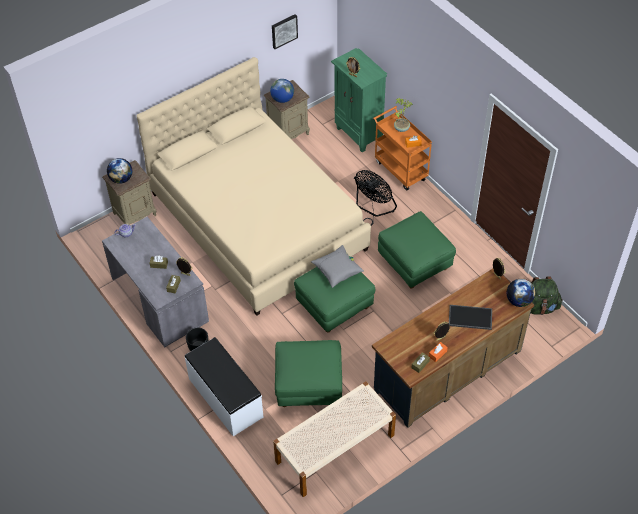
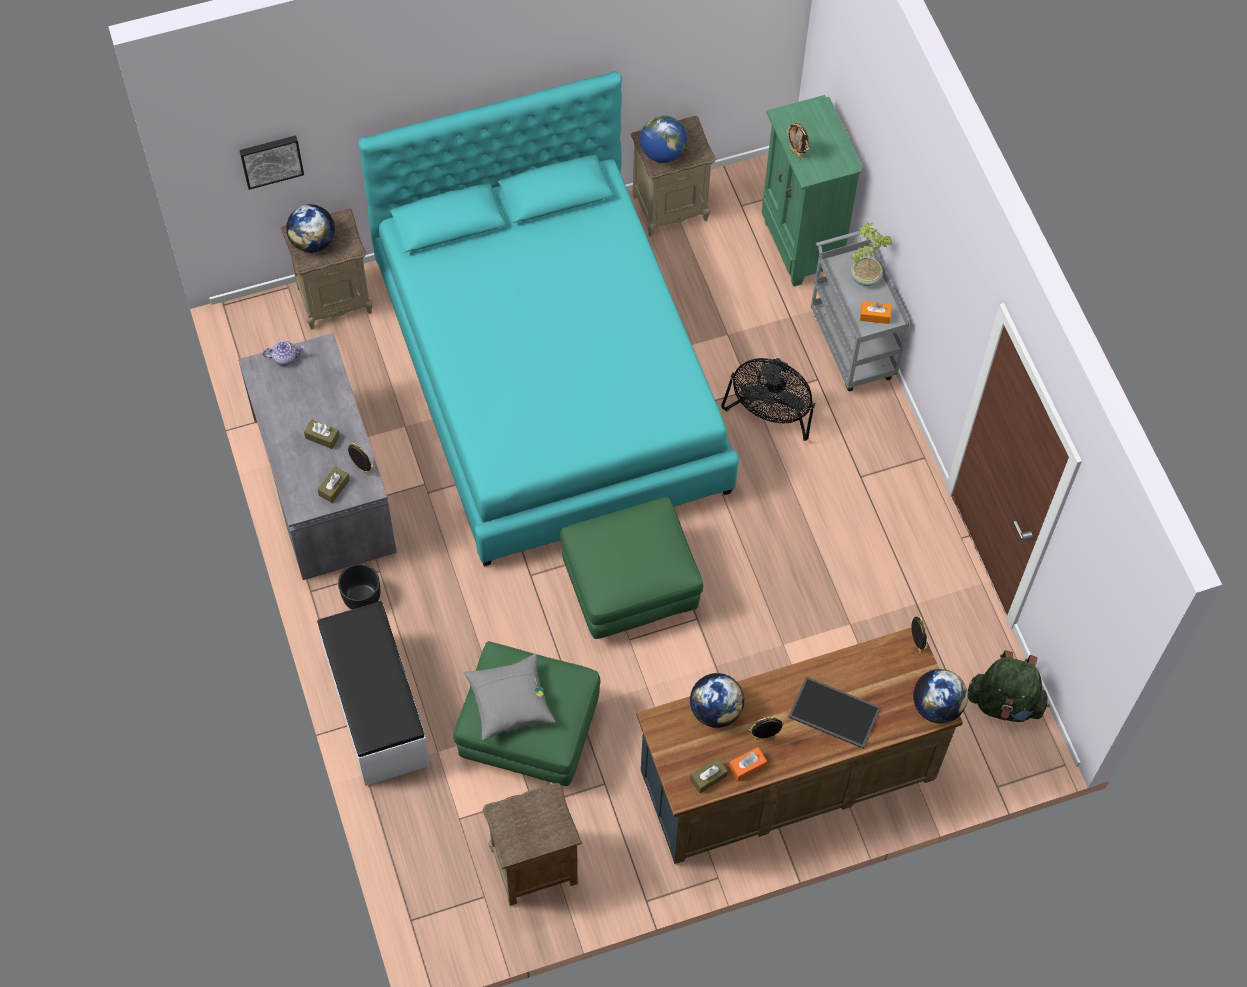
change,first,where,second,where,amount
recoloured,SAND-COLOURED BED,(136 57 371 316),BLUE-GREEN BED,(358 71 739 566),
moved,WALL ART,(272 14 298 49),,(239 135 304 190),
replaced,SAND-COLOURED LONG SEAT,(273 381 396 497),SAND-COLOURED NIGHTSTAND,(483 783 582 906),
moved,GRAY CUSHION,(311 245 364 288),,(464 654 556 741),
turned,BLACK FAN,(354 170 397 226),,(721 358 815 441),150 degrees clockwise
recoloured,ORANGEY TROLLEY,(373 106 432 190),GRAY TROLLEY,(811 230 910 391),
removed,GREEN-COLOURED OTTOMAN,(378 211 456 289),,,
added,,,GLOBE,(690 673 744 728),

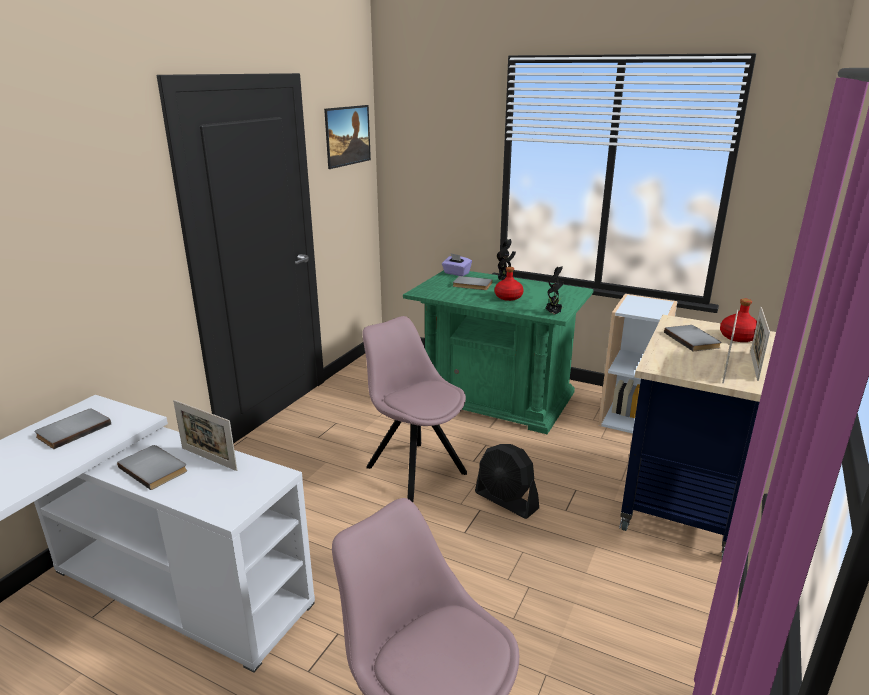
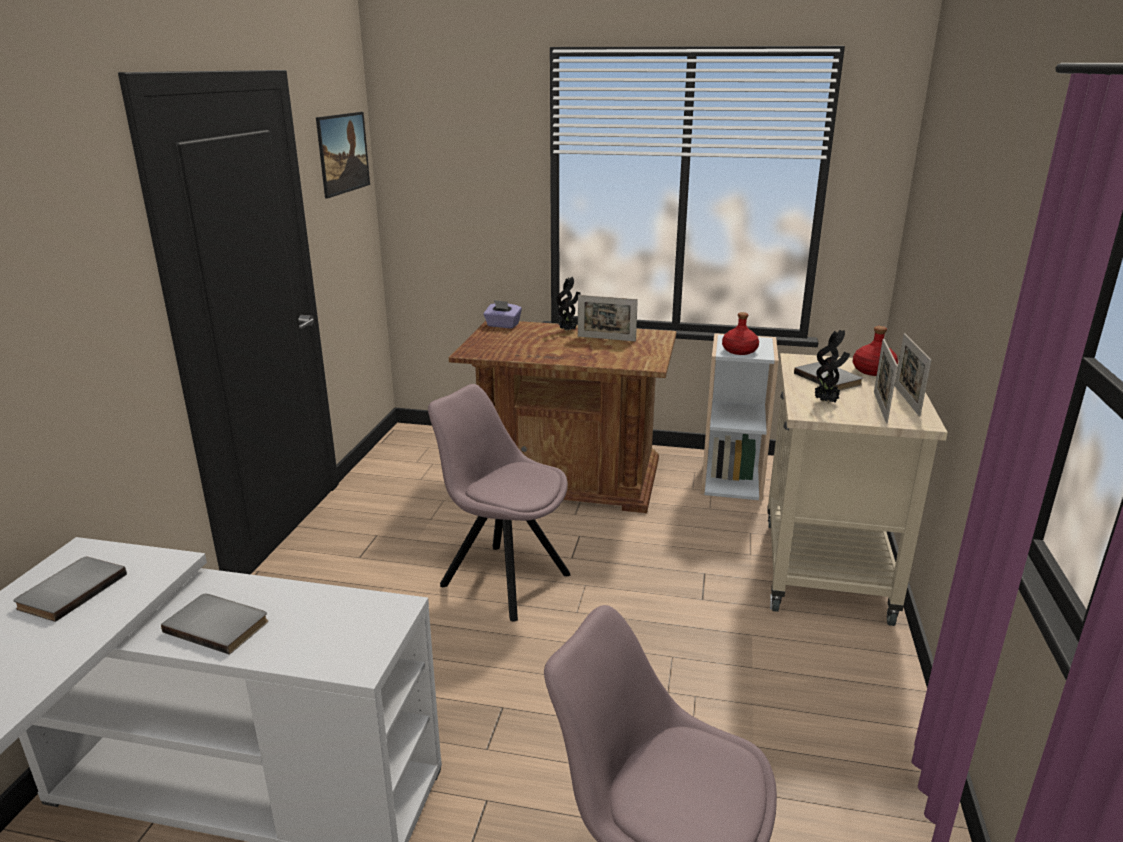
change,first,where,second,where,amount
moved,STANDING FRAME,(173 400 237 471),,(578 295 638 341),
recoloured,GREEN-COLOURED CABINET,(403 270 594 434),BROWNISH CABINET,(449 321 676 513),
removed,GRAY VOLUME,(453 276 493 290),,,
removed,BLACK FAN,(475 444 539 519),,,
moved,REDDISH BOTTLE,(495 267 524 301),,(722 312 759 355),
moved,POTTED PLANT,(545 266 564 315),,(814 330 850 403),
recoloured,BLUE TROLLEY,(619 315 776 558),SAND-COLOURED TROLLEY,(767 353 948 626),

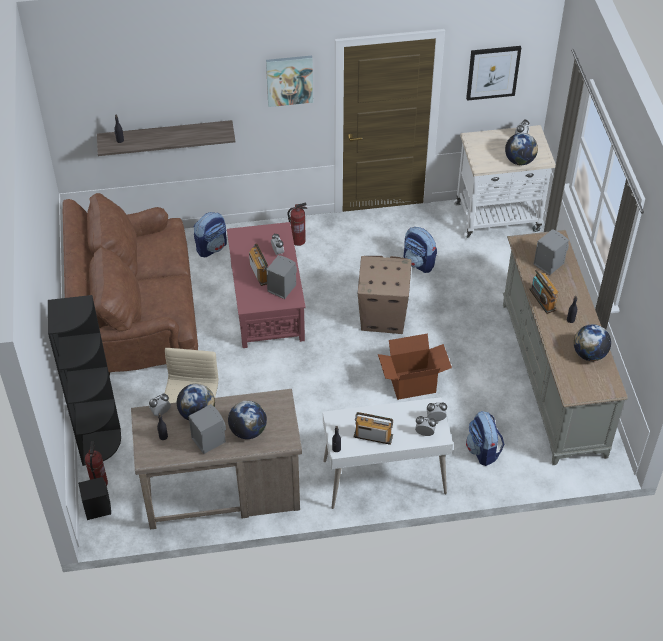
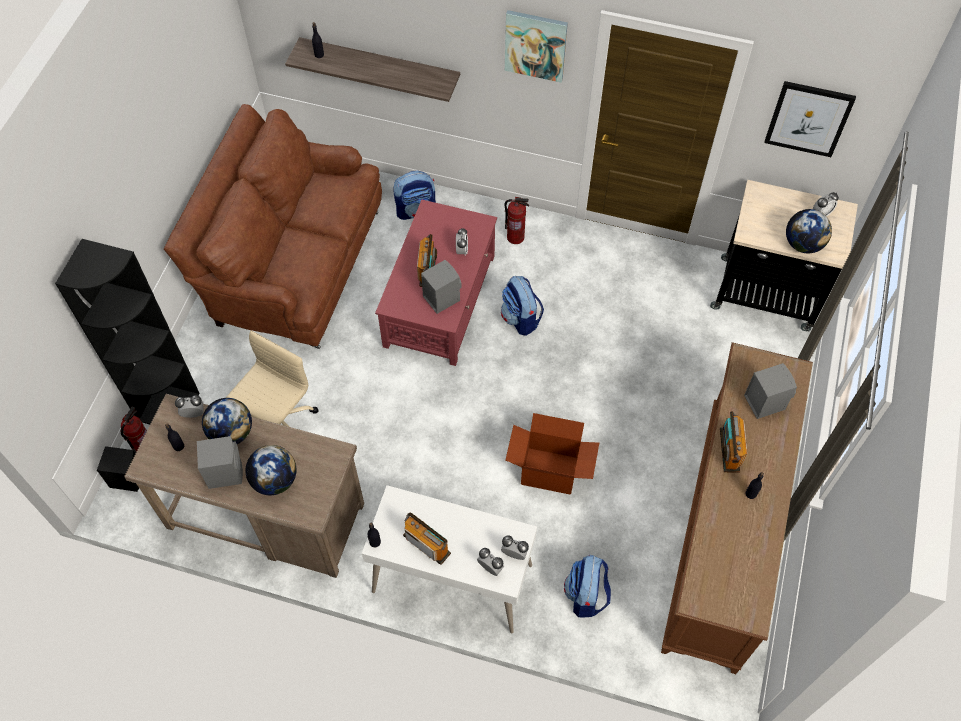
change,first,where,second,where,amount
removed,PACKING BOX,(358 256 411 334),,,
moved,KNAPSACK,(403 227 437 273),,(501 276 544 336),
recoloured,WHITISH TROLLEY,(454 125 556 239),BLACK TROLLEY,(710 180 858 331),
recoloured,GRAY CABINET,(503 230 628 465),BROWNISH CABINET,(661 342 813 674),
removed,GLOBE,(574 324 611 361),,,

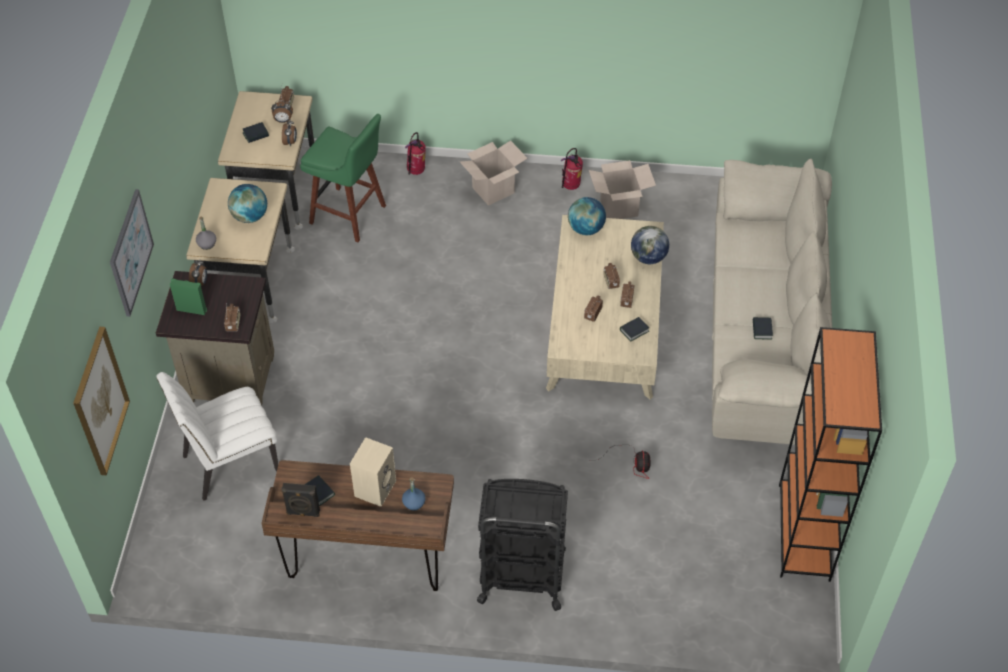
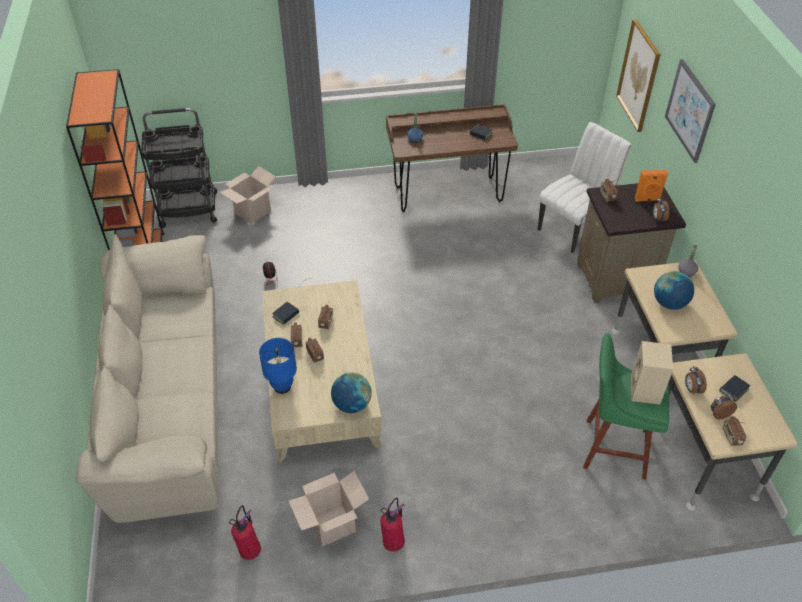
change,first,where,second,where,amount
recoloured,GREEN-COLOURED SPEAKER,(170 279 207 315),ORANGEY SPEAKER,(635 170 668 202),
removed,BLACK SPEAKER,(281 483 320 517),,,
moved,SAND-COLOURED SPEAKER,(350 437 396 507),,(631 341 673 405),
moved,EXTINGUISHER,(405 132 426 175),,(229 505 261 560),
moved,PACKING BOX,(460 140 527 206),,(220 166 276 224),
moved,BLACK TROLLEY,(477 479 568 611),,(141 108 217 228),
replaced,GLOBE,(631 226 669 264),BLUE TABLE LAMP,(259 338 297 394),
removed,VOLUME,(753 317 773 340),,,

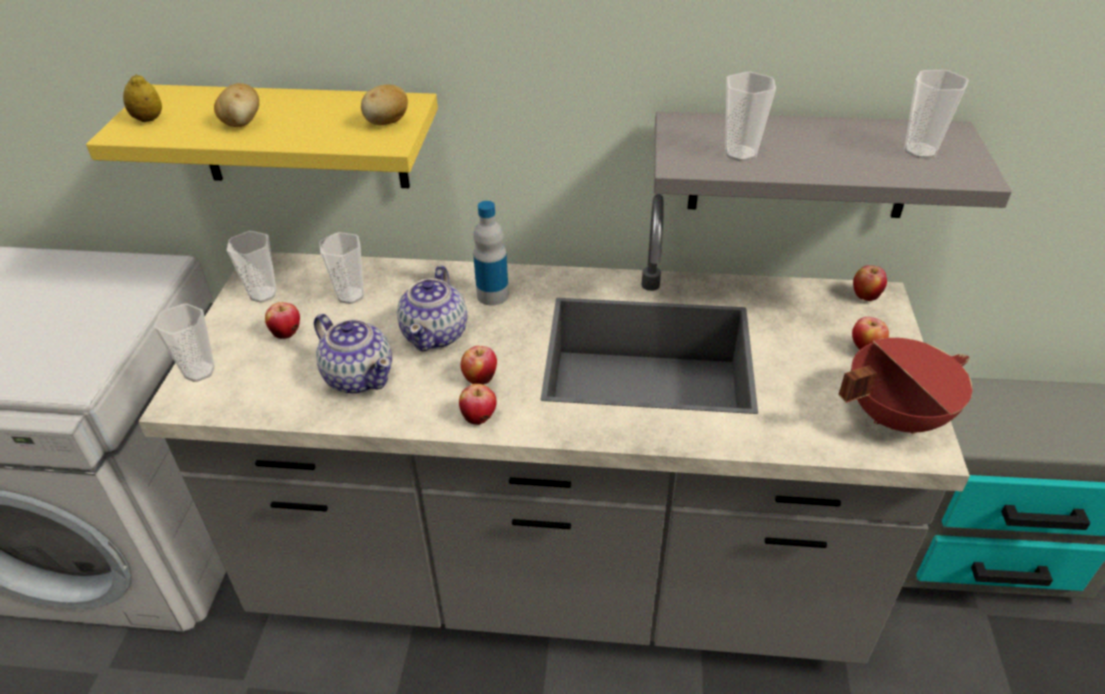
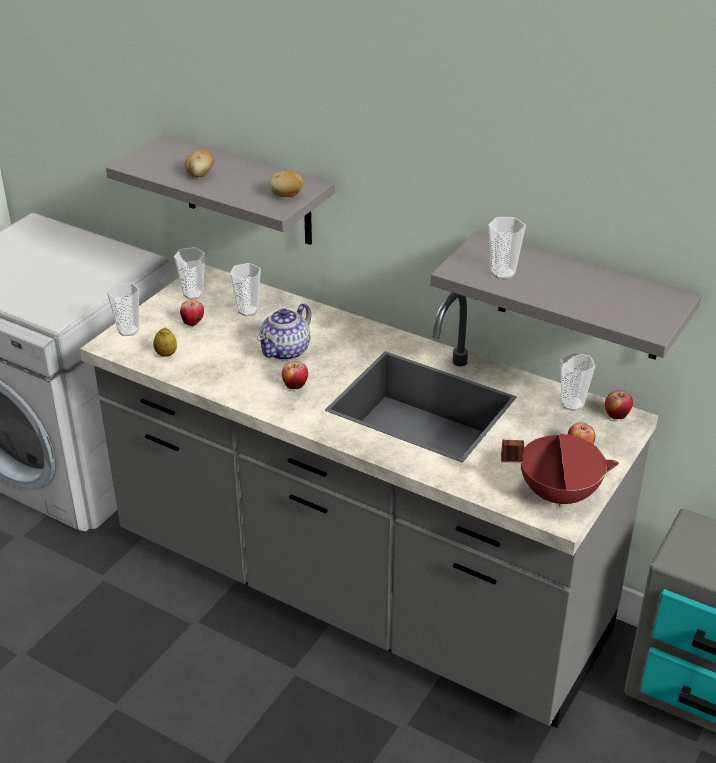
change,first,where,second,where,amount
recoloured,YELLOW-COLOURED BRACKET SHELF,(86 85 438 188),GRAY BRACKET SHELF,(106 135 335 245),
moved,LEMON,(123 74 162 122),,(153 328 177 357),
removed,TEA POT,(314 314 392 393),,,
removed,WHOLE APPLE,(459 384 497 425),,,
removed,BOTTLE,(473 201 509 305),,,
moved,CUP,(904 70 969 159),,(561 352 595 411),

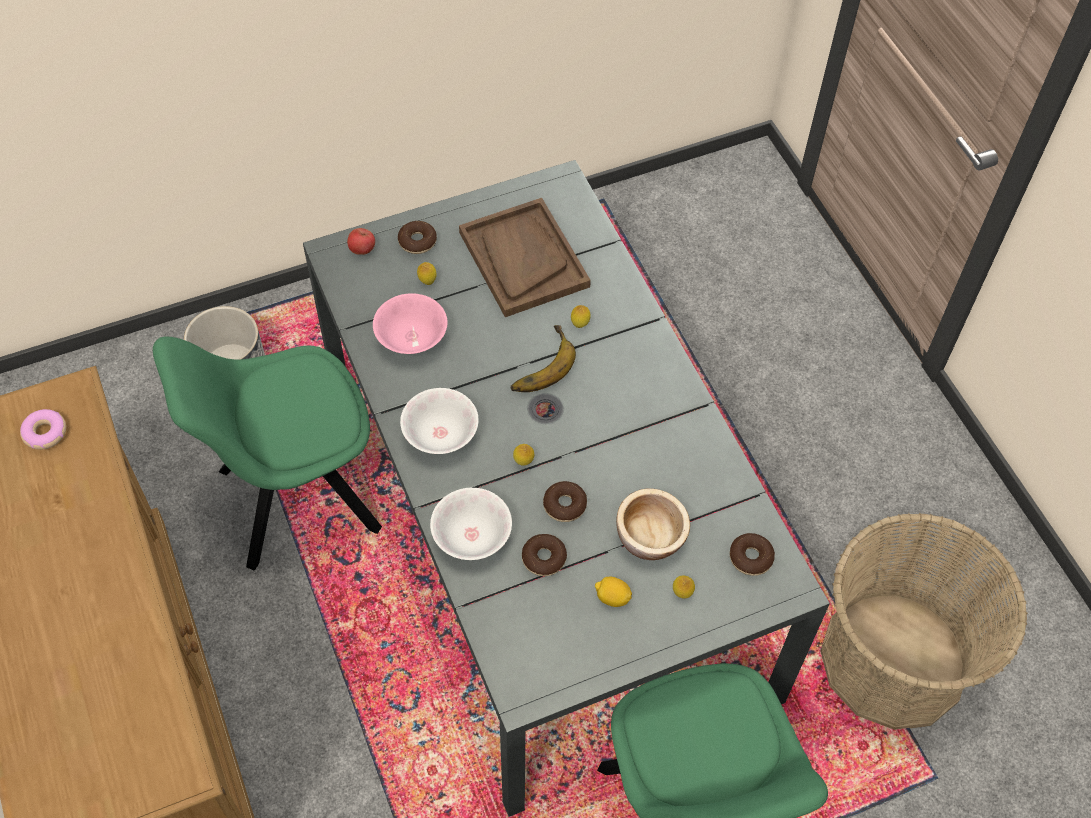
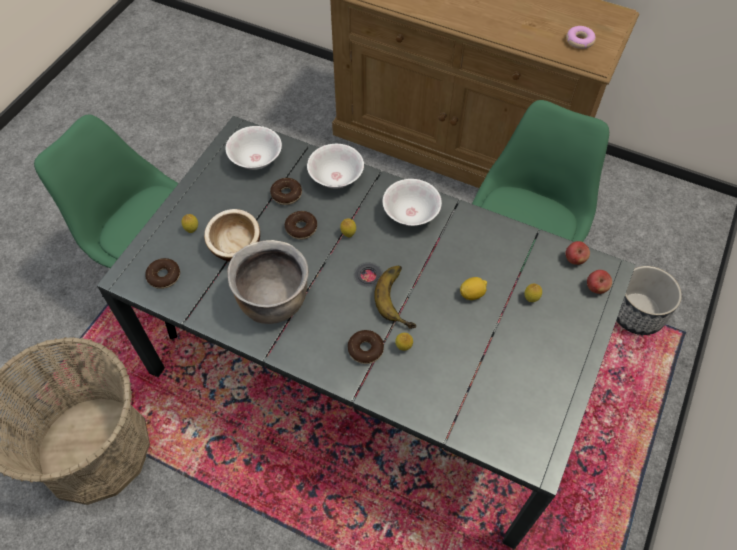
change,first,where,second,where,amount
removed,PINK SERVING BOWL,(373 293 447 354),,,
moved,DONUT,(398 221 437 254),,(348 330 384 364),
removed,BROWNISH SERVING TRAY,(459 198 591 317),,,
moved,LEMON,(595 577 632 607),,(460 277 487 300),
added,,,WHITISH SERVING BOWL,(226 126 282 170),
added,,,BROWNISH STOCKPOT,(227 240 309 324),
added,,,WHOLE APPLE,(566 241 590 265),

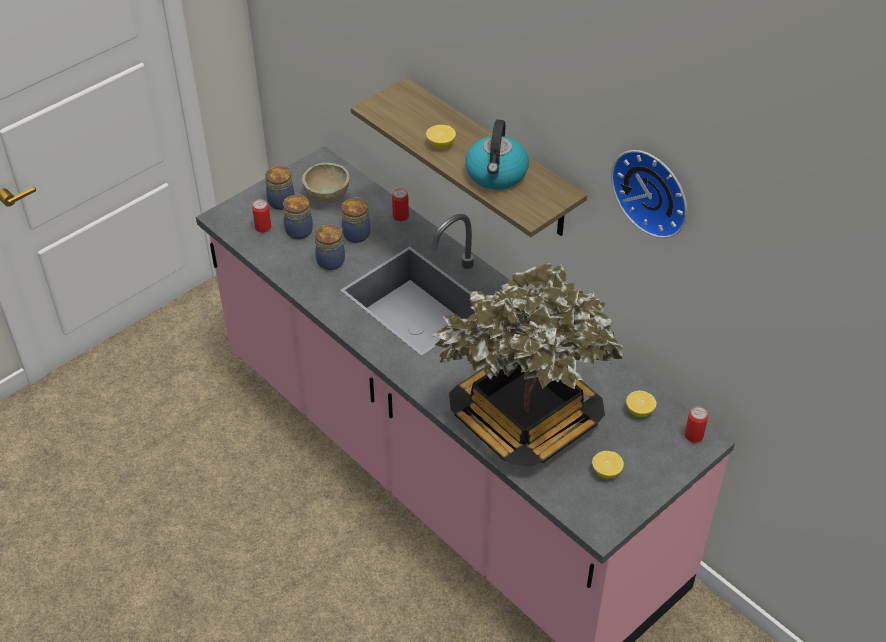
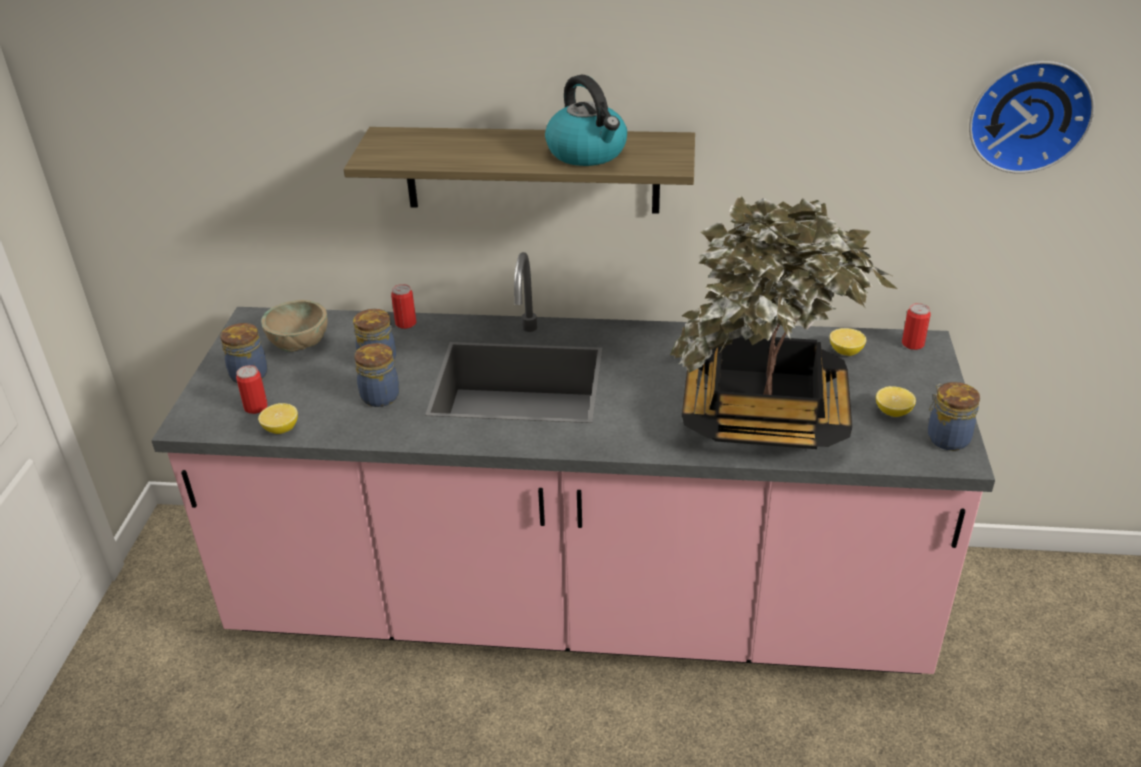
change,first,where,second,where,amount
moved,STORAGE JAR,(283 194 313 239),,(928 382 980 451),
moved,LEMON,(426 125 456 148),,(258 403 298 434),
moved,HANGING CLOCK,(611 150 687 238),,(969 61 1095 174),

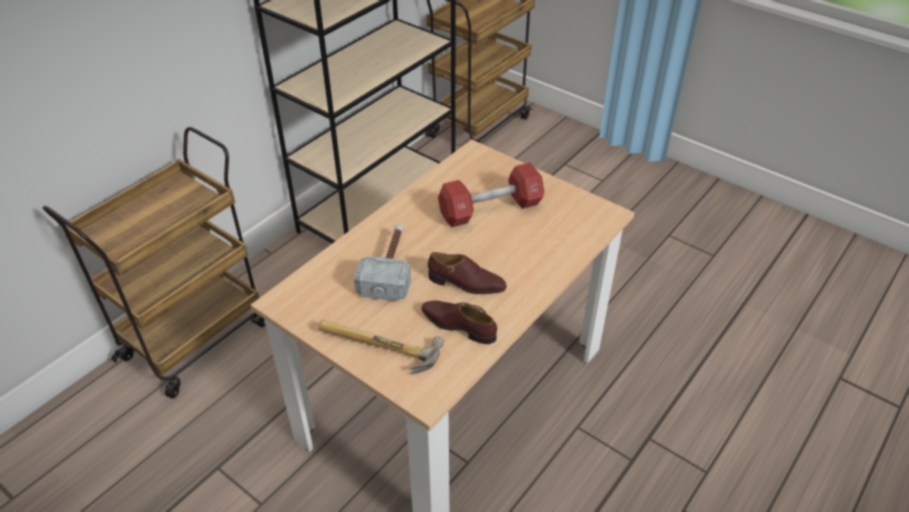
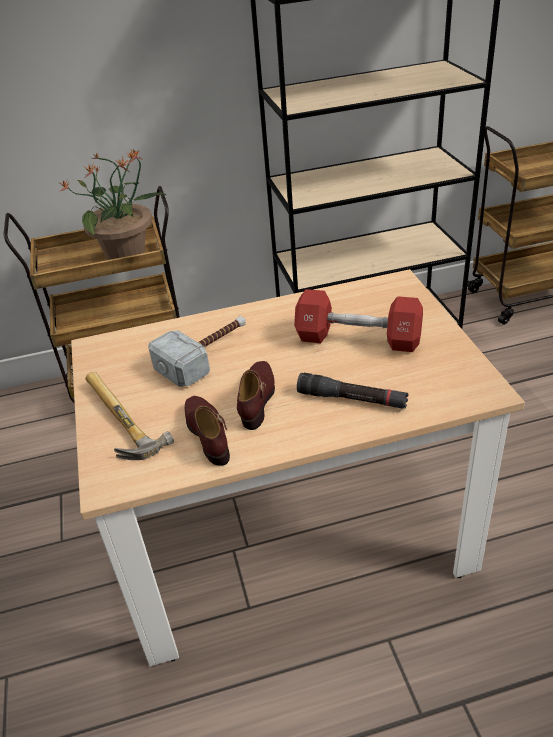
change,first,where,second,where,amount
turned,BROWNISH ITEM OF FOOTWEAR,(428 252 507 294),,(237 361 275 430),135 degrees counterclockwise
added,,,POTTED PLANT,(59 149 166 260),
added,,,BLACK TORCH,(297 373 409 409),

